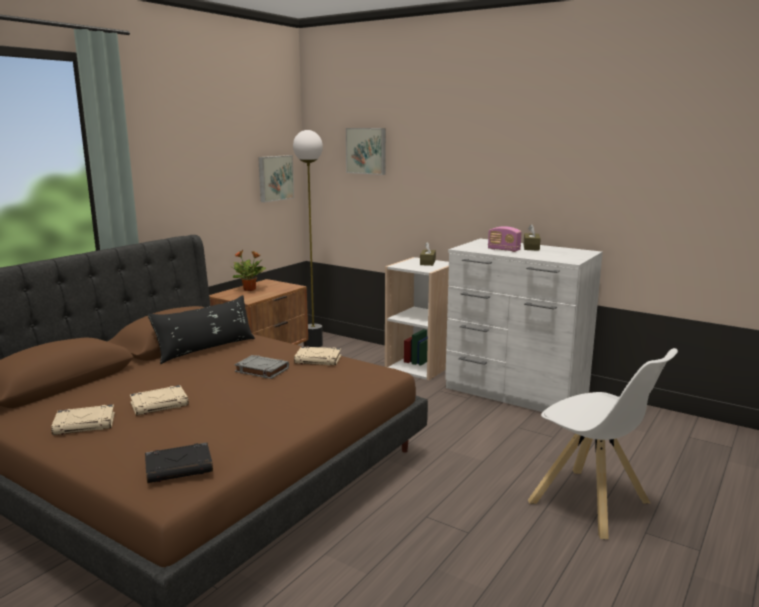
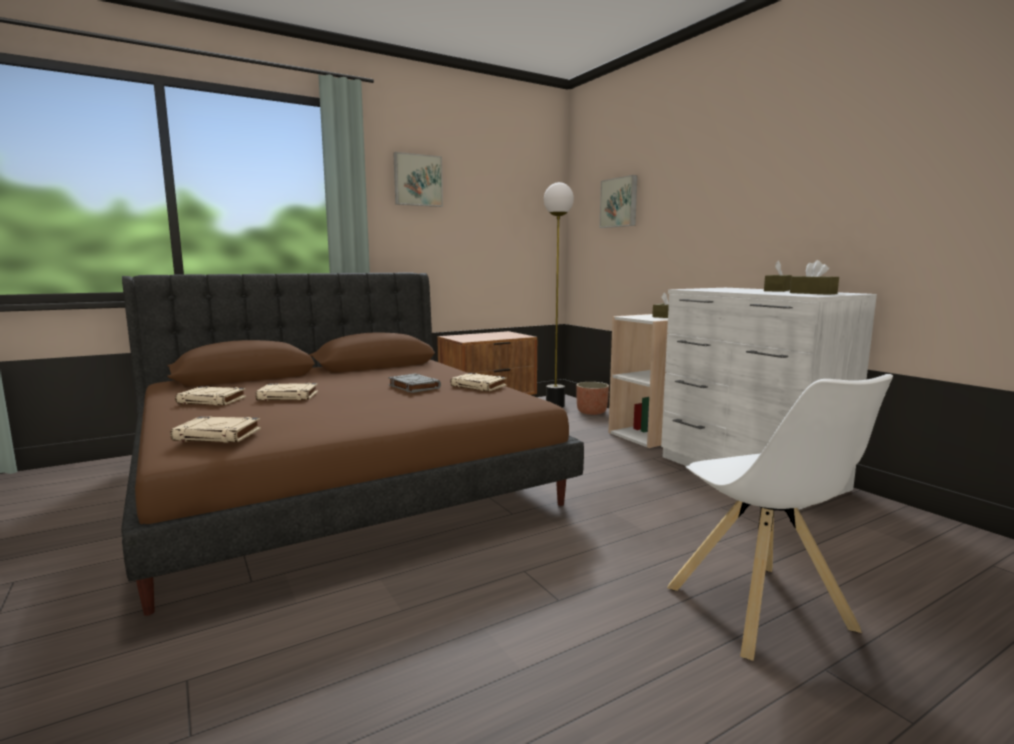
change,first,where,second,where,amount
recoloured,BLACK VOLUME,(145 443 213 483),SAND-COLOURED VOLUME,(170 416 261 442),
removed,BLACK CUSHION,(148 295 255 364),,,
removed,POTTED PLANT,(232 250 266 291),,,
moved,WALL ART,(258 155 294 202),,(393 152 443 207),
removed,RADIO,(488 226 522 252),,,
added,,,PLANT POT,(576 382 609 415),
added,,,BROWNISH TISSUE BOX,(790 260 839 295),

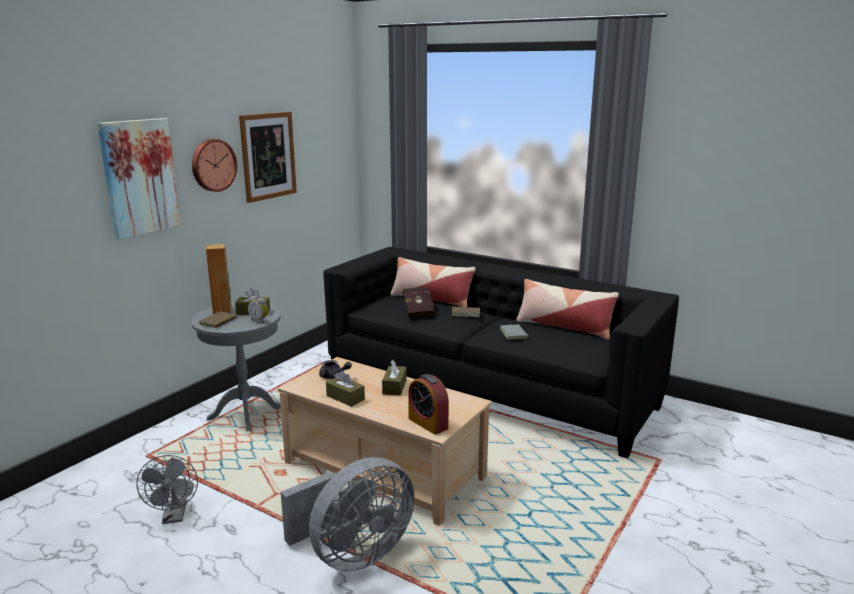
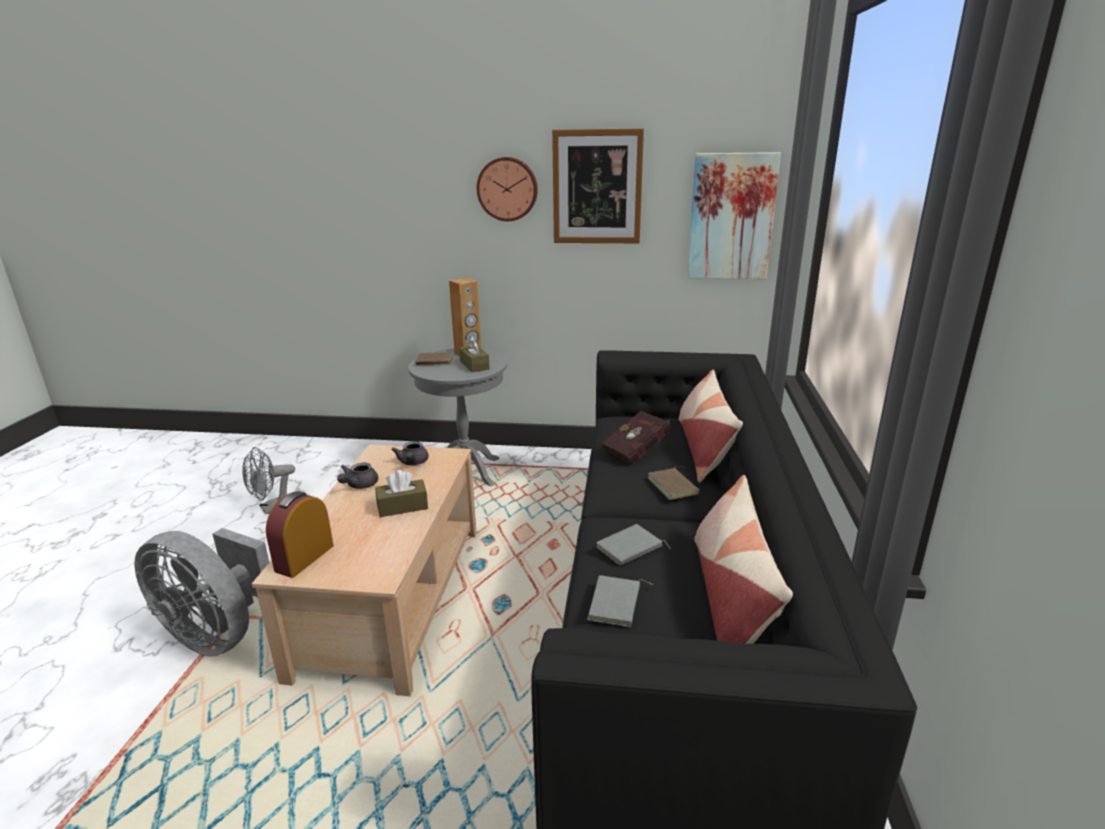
change,first,where,second,where,amount
moved,WALL ART,(97 118 181 239),,(687 152 781 279),
removed,ALARM CLOCK,(248 296 268 323),,,
replaced,BROWNISH TISSUE BOX,(326 370 365 407),GRAY TEA POT,(337 463 378 489),
added,,,GRAY VOLUME,(587 575 653 627),

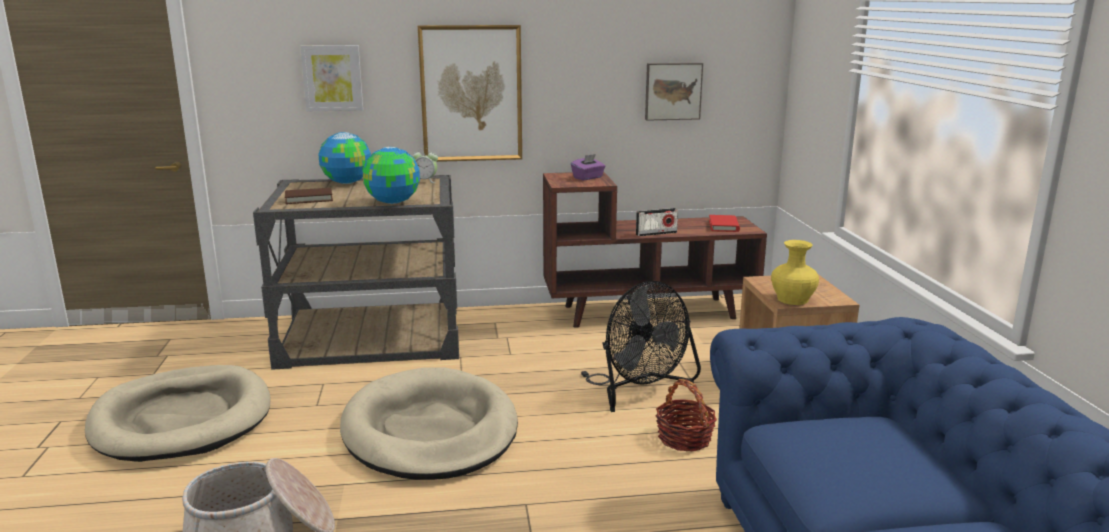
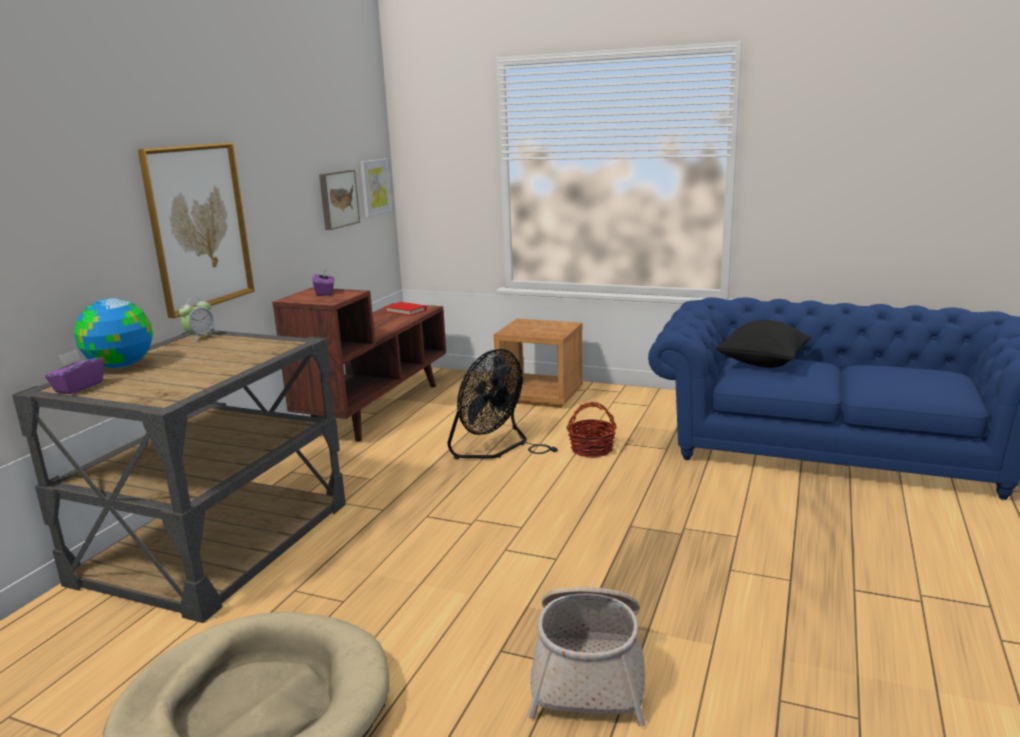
change,first,where,second,where,amount
removed,BROWNISH VOLUME,(285 188 333 204),,,
moved,WALL ART,(300 45 363 111),,(360 158 392 218),
removed,SAND-COLOURED PET BED,(340 367 518 480),,,
removed,GLOBE,(363 147 420 204),,,
turned,BLACK FAN,(581 281 701 412),,(448 349 558 459),135 degrees counterclockwise
removed,RADIO,(636 208 678 237),,,
removed,YELLOW-COLOURED VASE,(771 240 819 305),,,
added,,,PURPLE TISSUE BOX,(45 349 104 394),
added,,,BLACK CUSHION,(716 320 811 368),

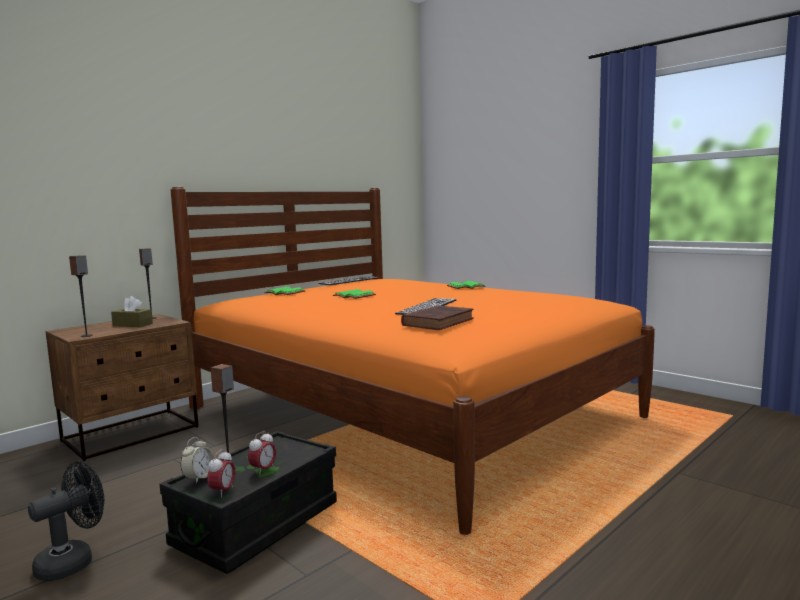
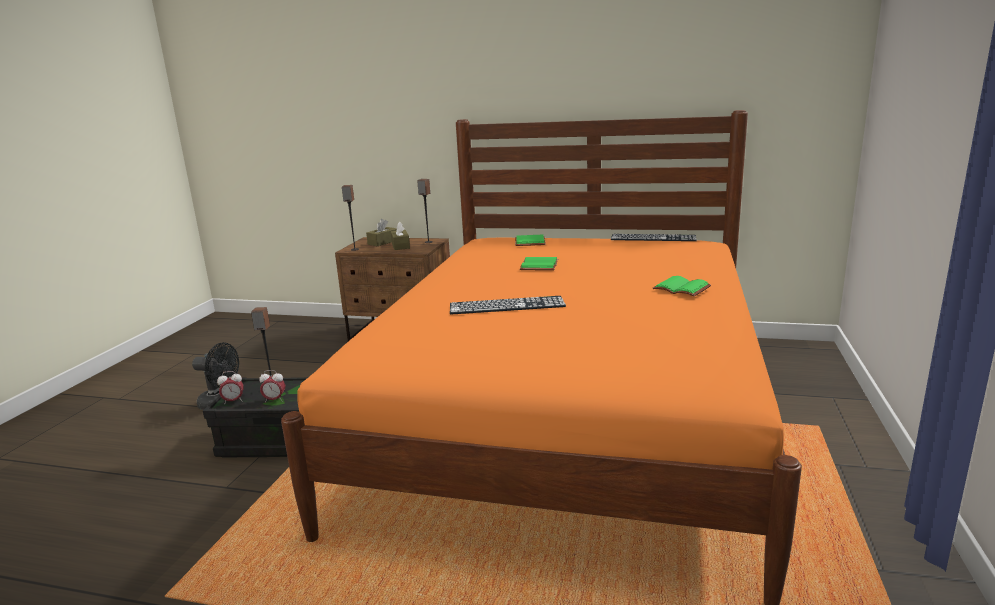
change,first,where,second,where,amount
removed,ALARM CLOCK,(180 437 214 483),,,
removed,BROWNISH VOLUME,(401 305 474 330),,,
added,,,BROWNISH TISSUE BOX,(366 219 397 246),

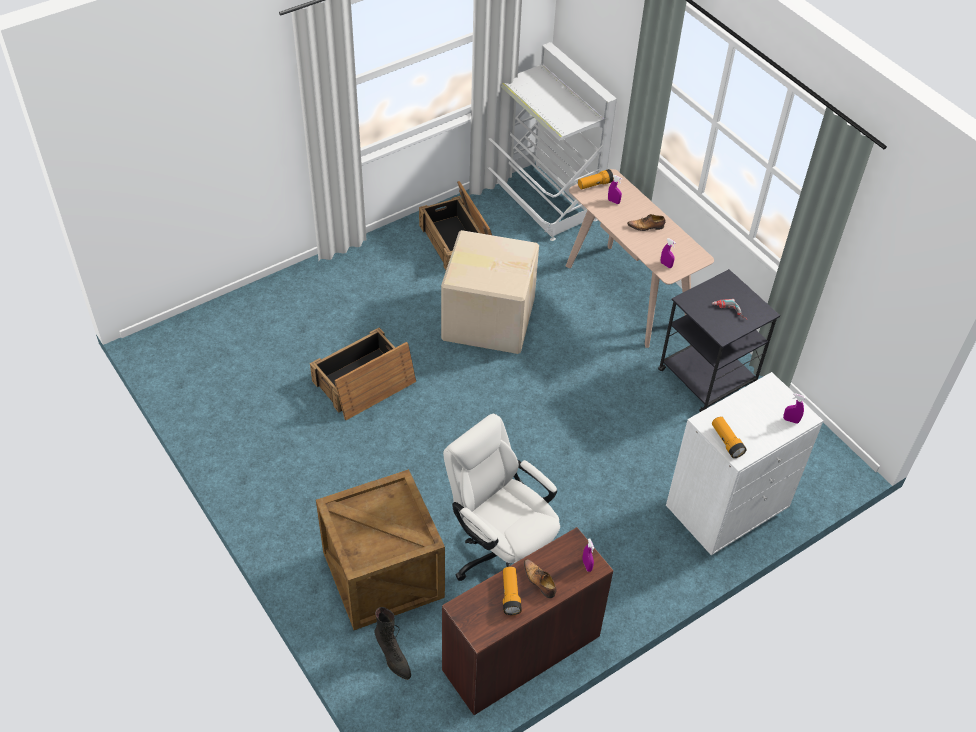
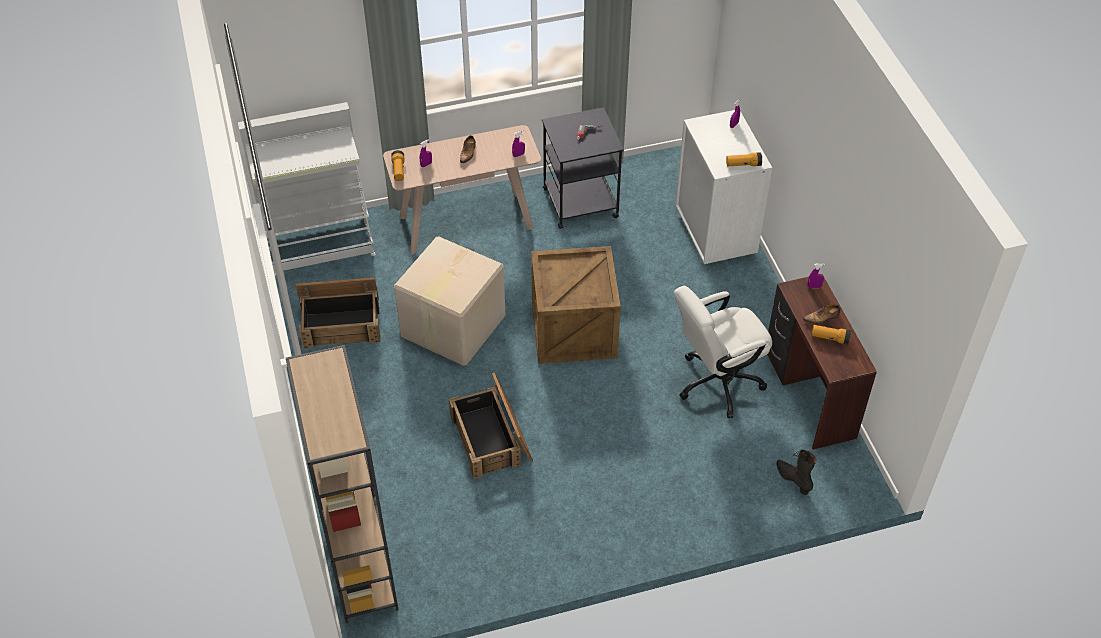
change,first,where,second,where,amount
moved,CRATE,(316 469 445 630),,(531 246 621 364),
turned,BLACK HIGH-TOP BOOT,(374 607 411 680),,(777 450 817 495),105 degrees counterclockwise
added,,,BOOKCASE,(286 345 399 623),

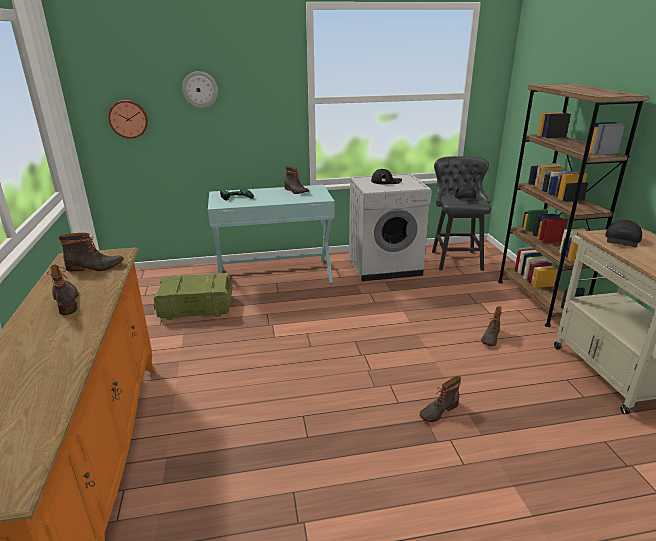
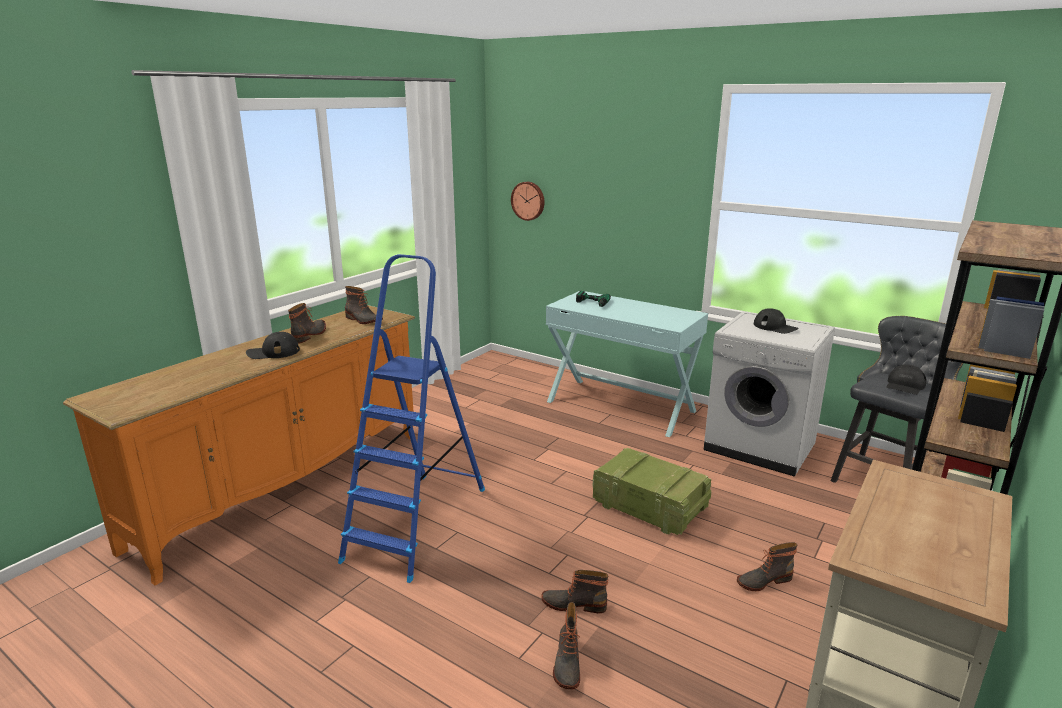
change,first,where,second,where,amount
moved,CRATE,(153 273 233 320),,(593 448 711 535),
removed,HANGING CLOCK,(182 71 218 108),,,
moved,HIGH-TOP BOOT,(284 166 309 194),,(553 602 580 689),
moved,BLACK CAP,(605 220 642 248),,(246 332 300 359),
added,,,BLUE STEP LADDER,(338 254 485 583),

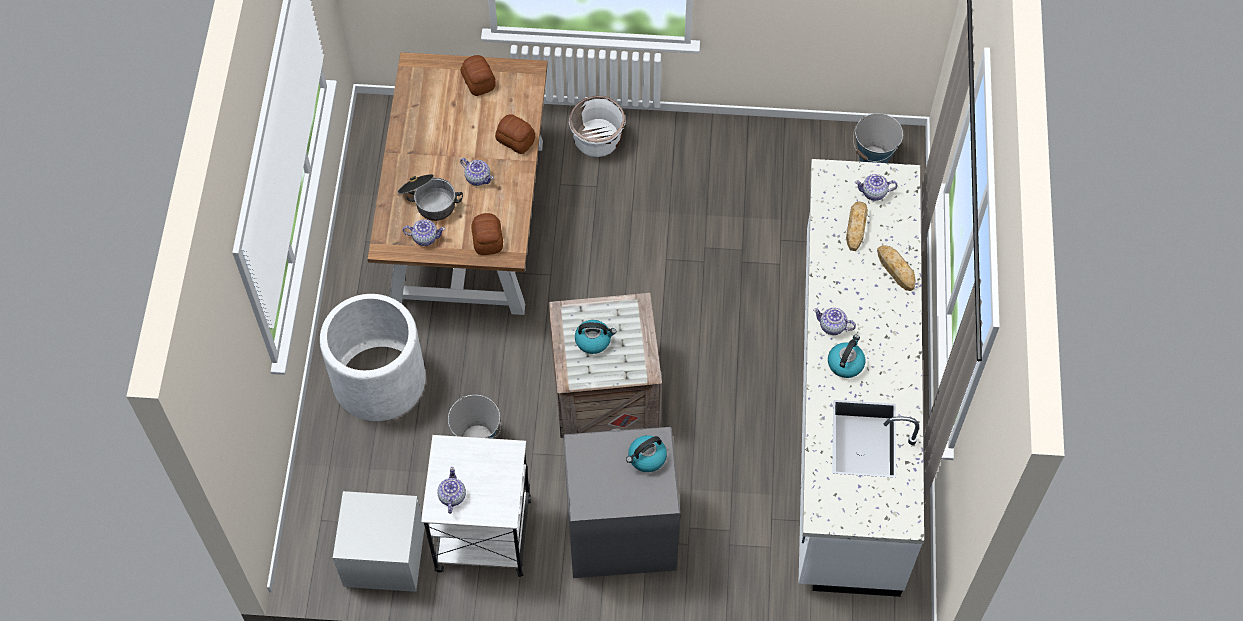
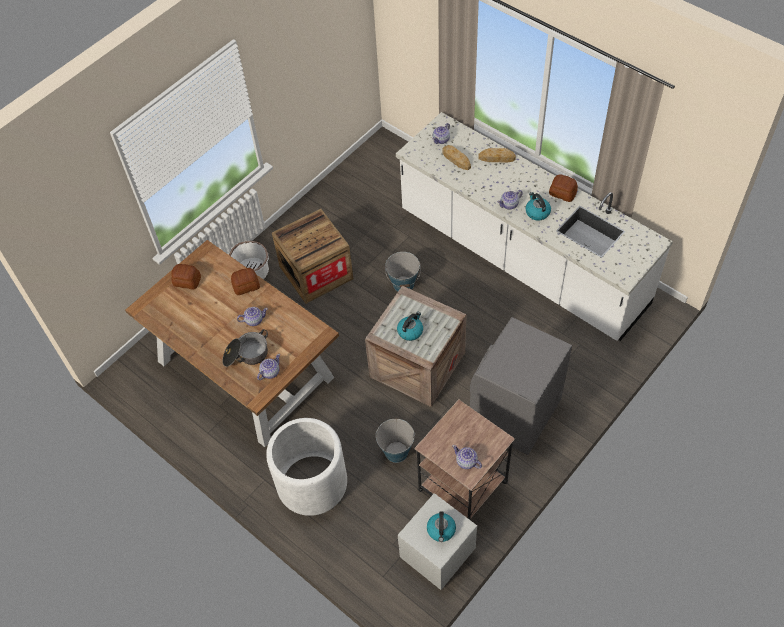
change,first,where,second,where,amount
recoloured,WHITISH TROLLEY,(421 435 531 577),BROWNISH TROLLEY,(414 400 515 520),
moved,BAKED BREAD,(471 213 503 255),,(549 174 578 202),
moved,KETTLE,(626 435 667 472),,(427 511 456 542),
moved,BUCKET,(853 113 903 163),,(385 252 421 292),
added,,,CRATE,(272 209 353 304),

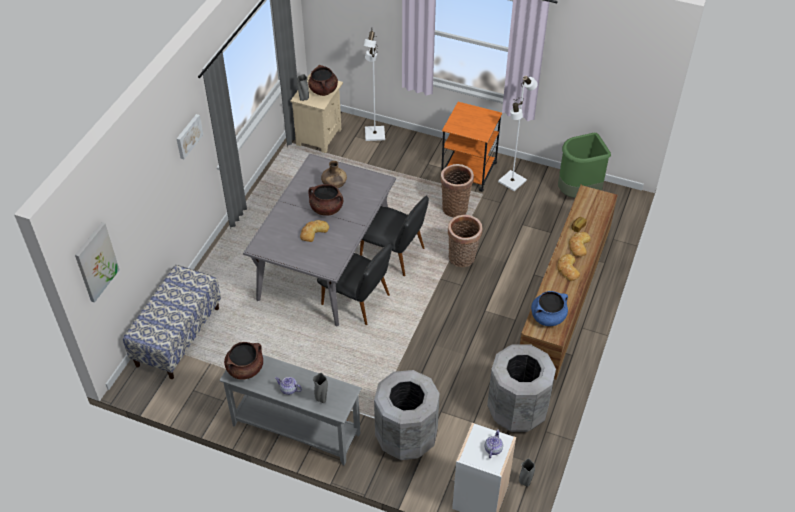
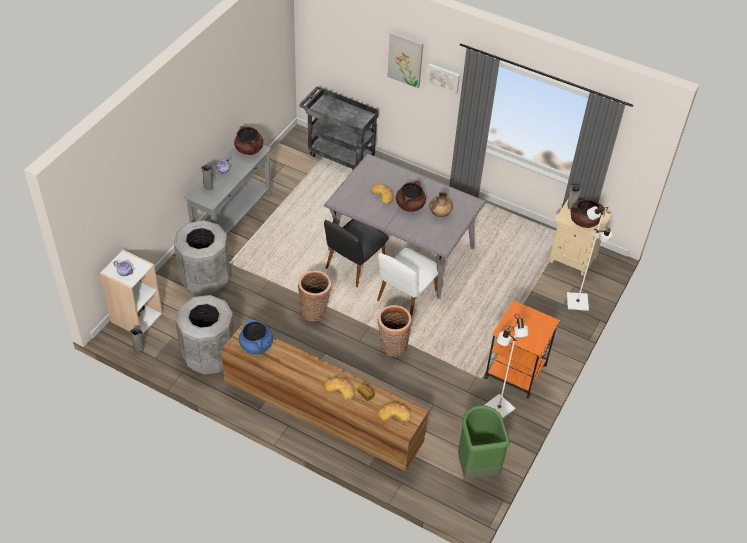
change,first,where,second,where,amount
moved,WALL ART,(75 222 120 303),,(387 32 423 88),
replaced,LONG SEAT,(123 265 221 379),BLACK TROLLEY,(300 86 378 171),
recoloured,BLACK CHAIR,(360 196 429 276),WHITISH CHAIR,(377 248 438 319),
moved,BASKET,(440 164 474 217),,(298 270 331 321),
moved,BAKED BREAD,(557 254 580 281),,(377 403 411 422),

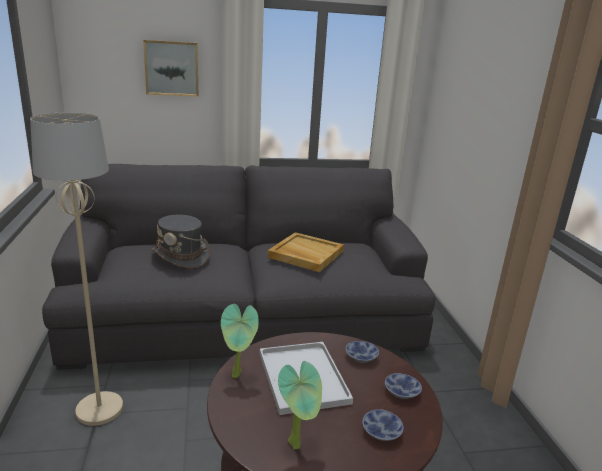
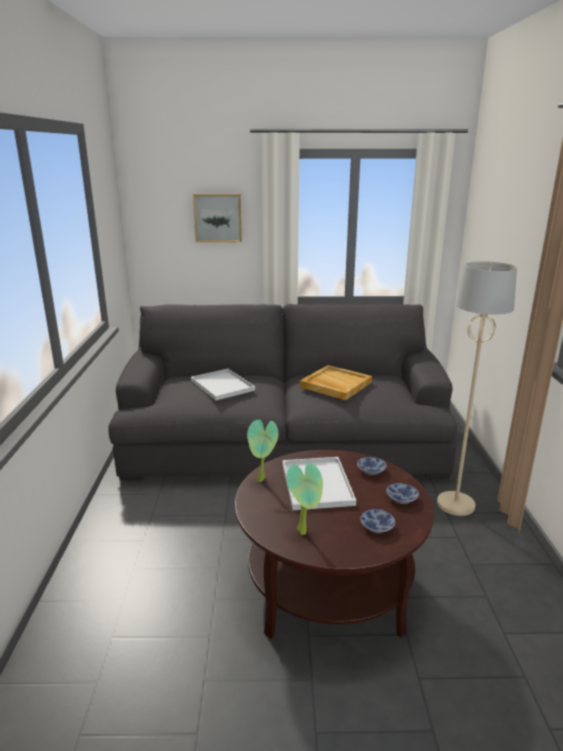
change,first,where,second,where,amount
moved,SAND-COLOURED STANDARD LAMP,(30 113 123 426),,(437 261 517 516),
replaced,GRAY HAT,(151 215 210 269),WHITISH SERVING TRAY,(191 369 255 400),

